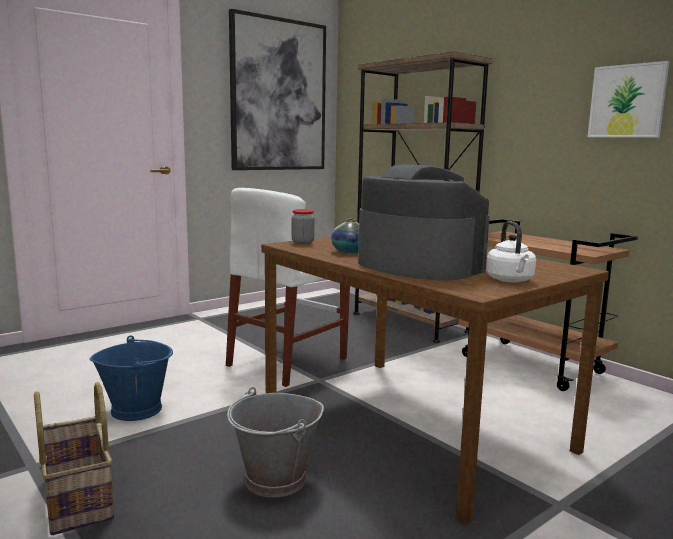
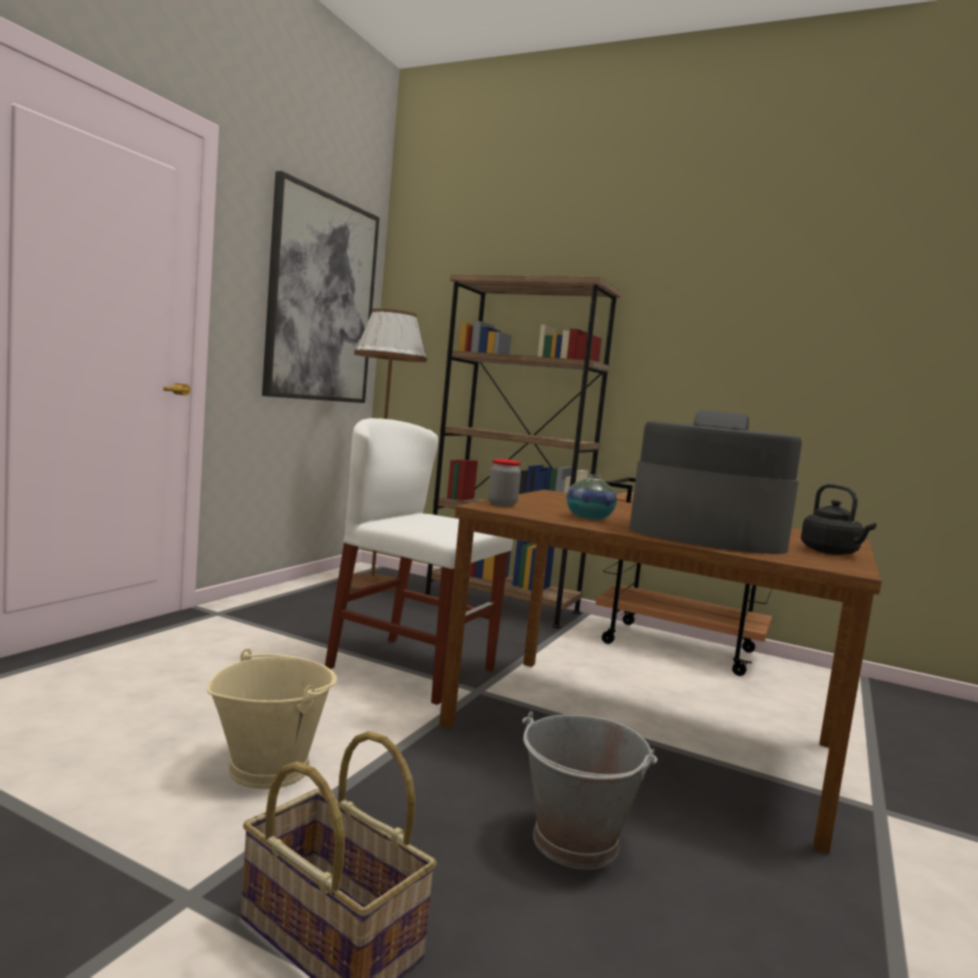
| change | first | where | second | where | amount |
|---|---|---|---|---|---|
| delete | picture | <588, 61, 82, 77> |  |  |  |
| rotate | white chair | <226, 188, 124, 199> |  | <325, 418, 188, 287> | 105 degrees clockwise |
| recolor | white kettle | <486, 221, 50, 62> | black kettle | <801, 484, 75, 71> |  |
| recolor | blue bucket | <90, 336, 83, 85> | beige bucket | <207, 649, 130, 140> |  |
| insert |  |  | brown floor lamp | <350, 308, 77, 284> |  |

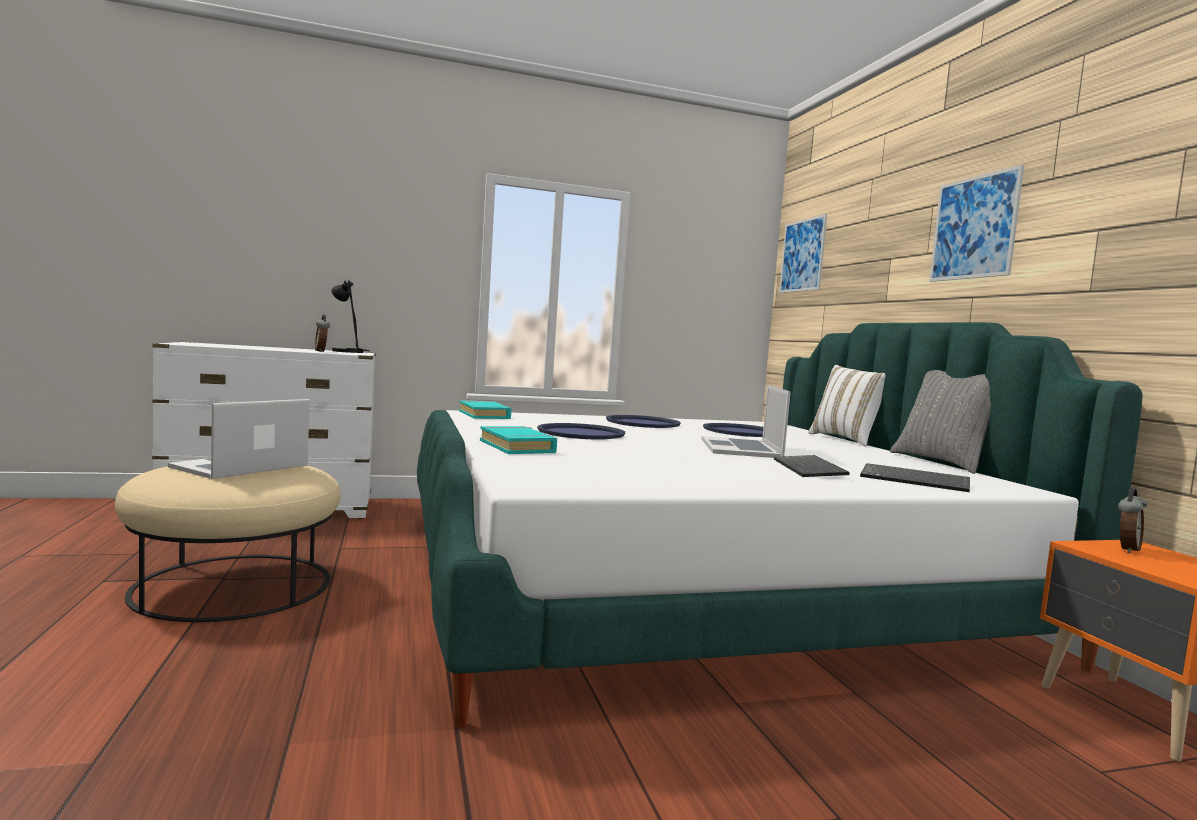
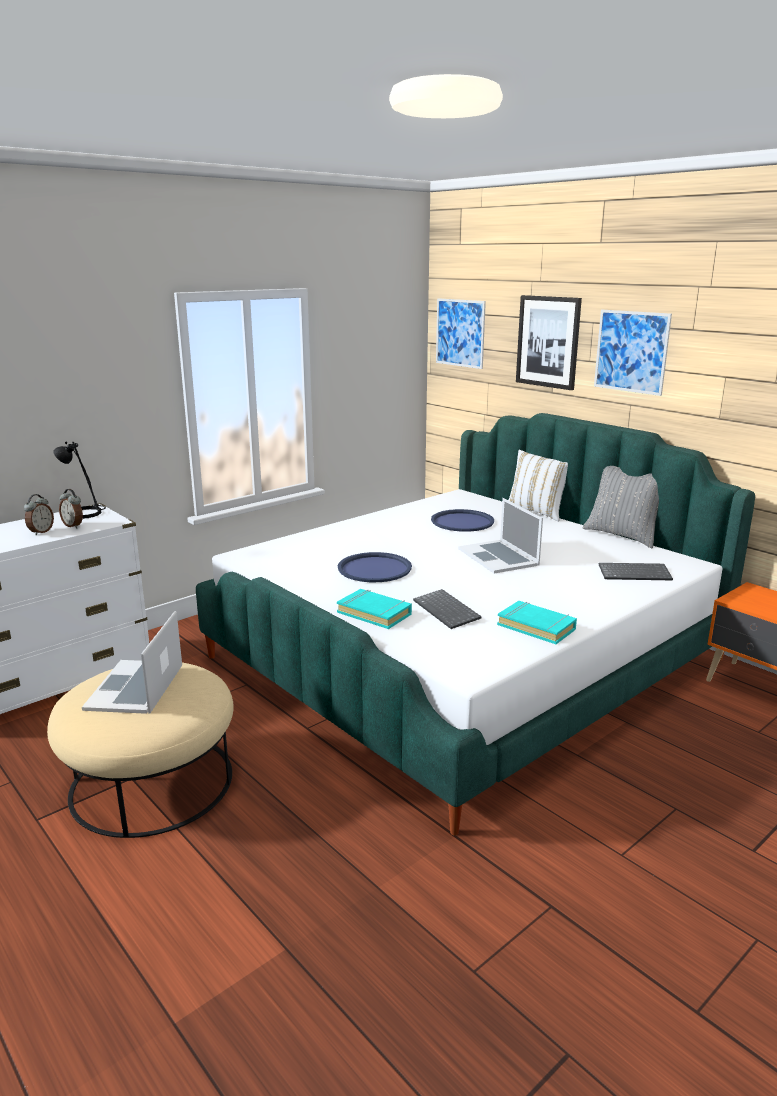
| change | first | where | second | where | amount |
|---|---|---|---|---|---|
| move | turquoise book | <459, 400, 52, 19> |  | <497, 601, 80, 43> |  |
| delete | blue tray | <606, 415, 75, 13> |  |  |  |
| move | keyboard | <774, 455, 76, 22> |  | <413, 589, 68, 40> |  |
| move | alarm clock | <1118, 488, 29, 65> |  | <24, 494, 30, 41> |  |
| insert |  |  | picture | <516, 295, 66, 95> |  |

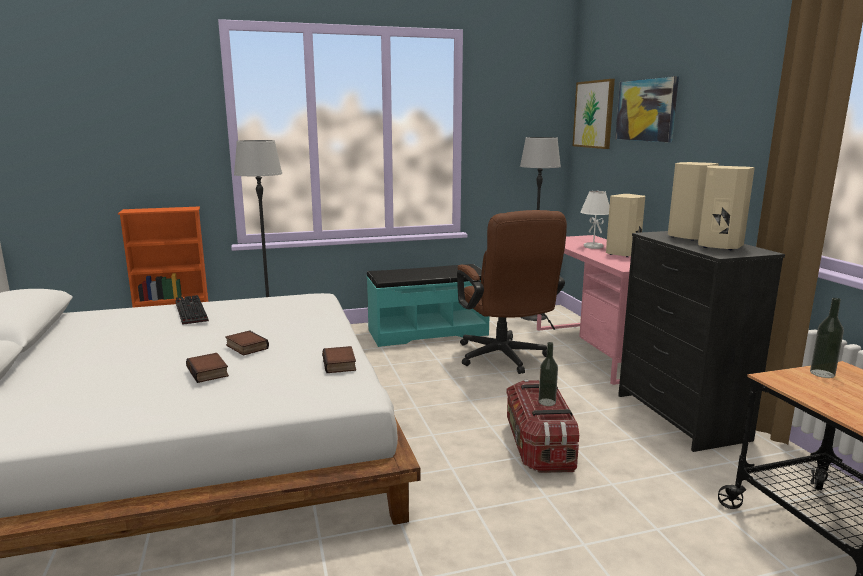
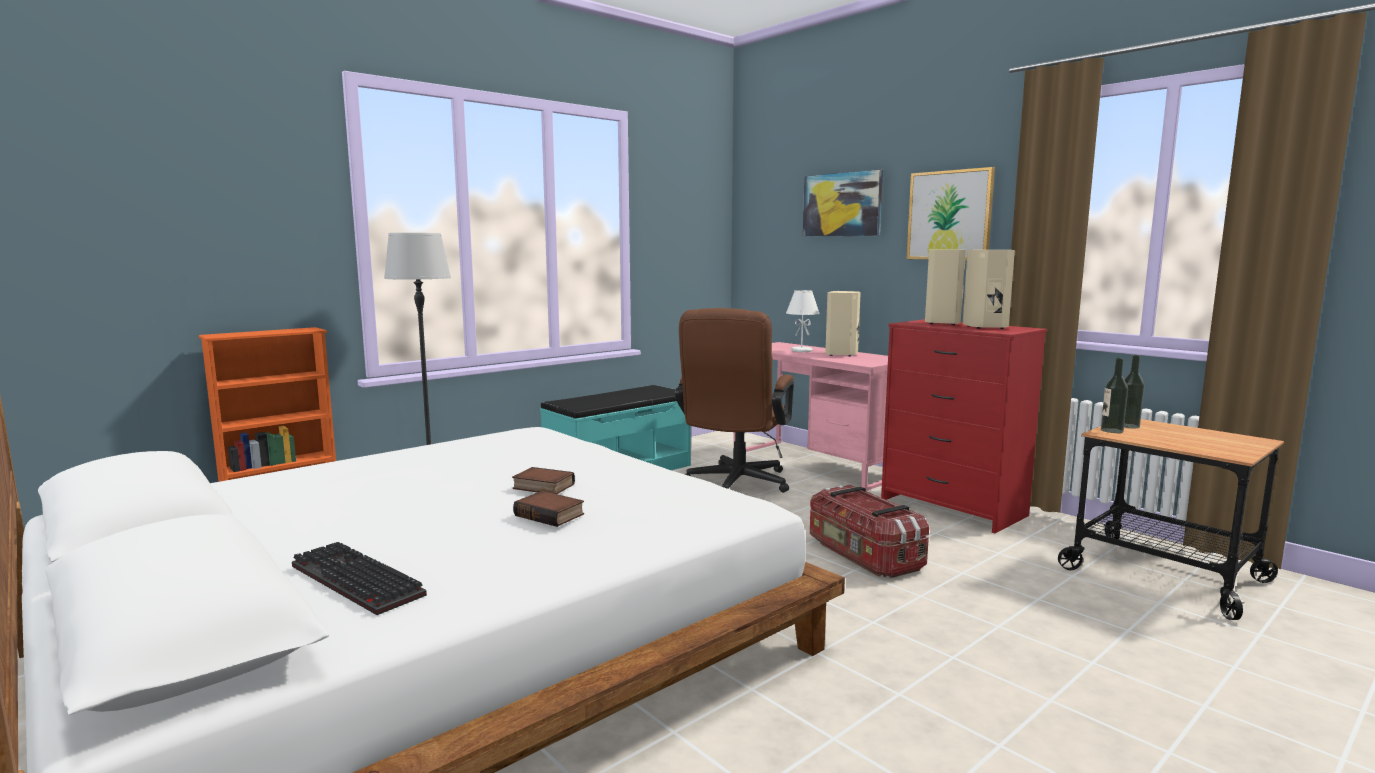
| change | first | where | second | where | amount |
|---|---|---|---|---|---|
| move | picture | <573, 79, 42, 70> |  | <906, 167, 89, 93> |  |
| delete | floor lamp | <520, 137, 41, 184> |  |  |  |
| rotate | brown office chair | <457, 210, 110, 164> |  | <675, 308, 119, 185> | 60 degrees clockwise |
| recolor | black dresser | <618, 231, 167, 221> | red dresser | <881, 319, 166, 214> |  |
| move | keyboard | <176, 295, 33, 30> |  | <292, 542, 135, 73> |  |
| move | bottle | <538, 342, 20, 64> |  | <1101, 358, 27, 75> |  |
| delete | book | <322, 346, 34, 27> |  |  |  |

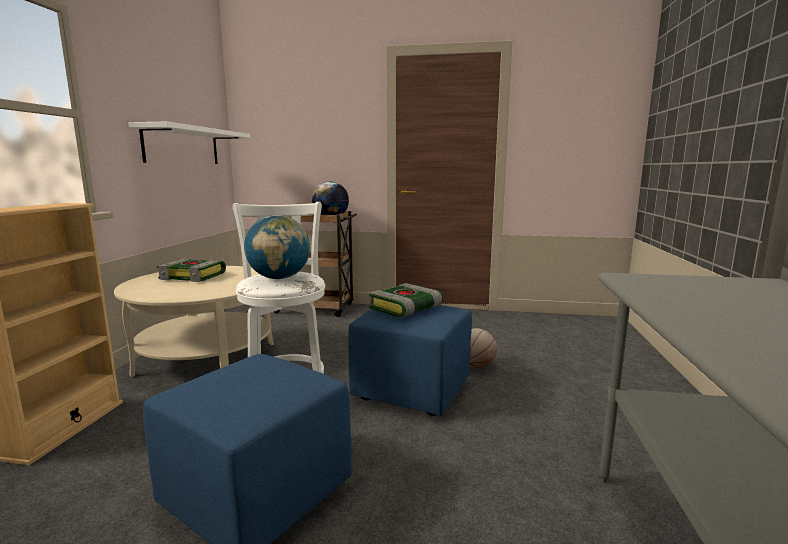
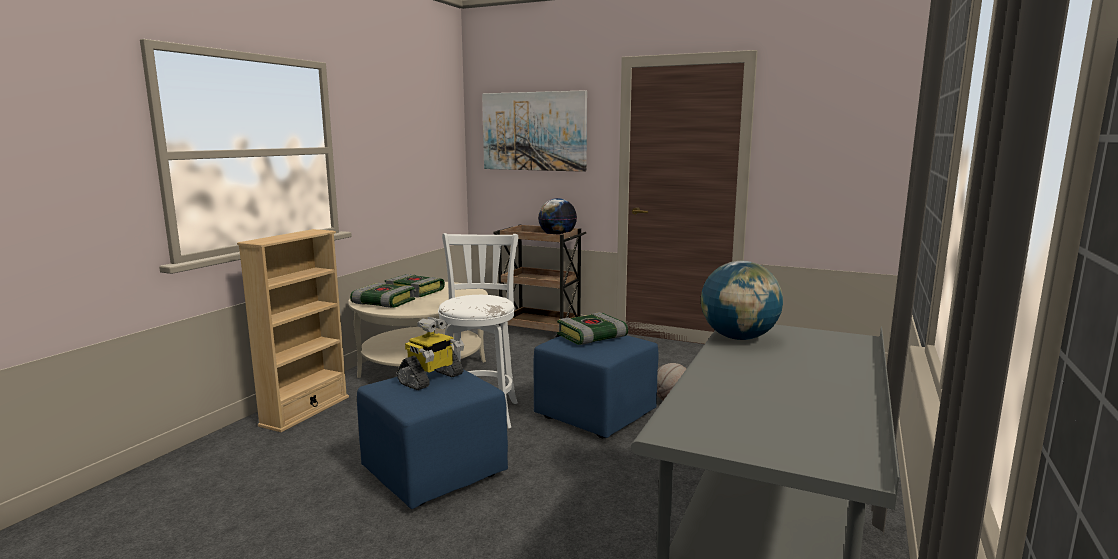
| change | first | where | second | where | amount |
|---|---|---|---|---|---|
| delete | white shelf | <128, 122, 122, 42> |  |  |  |
| move | globe | <244, 215, 66, 64> |  | <701, 261, 82, 79> |  |
| insert |  |  | picture | <482, 90, 105, 82> |  |
| insert |  |  | book | <350, 283, 65, 25> |  |
| insert |  |  | toy robot | <397, 317, 67, 73> |  |

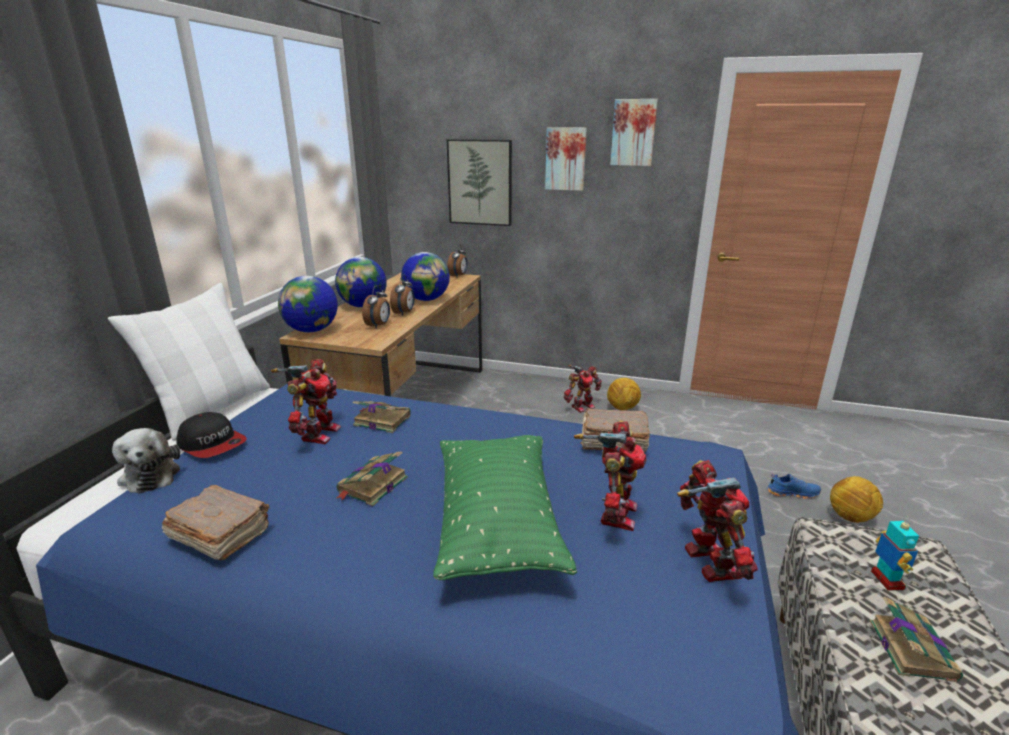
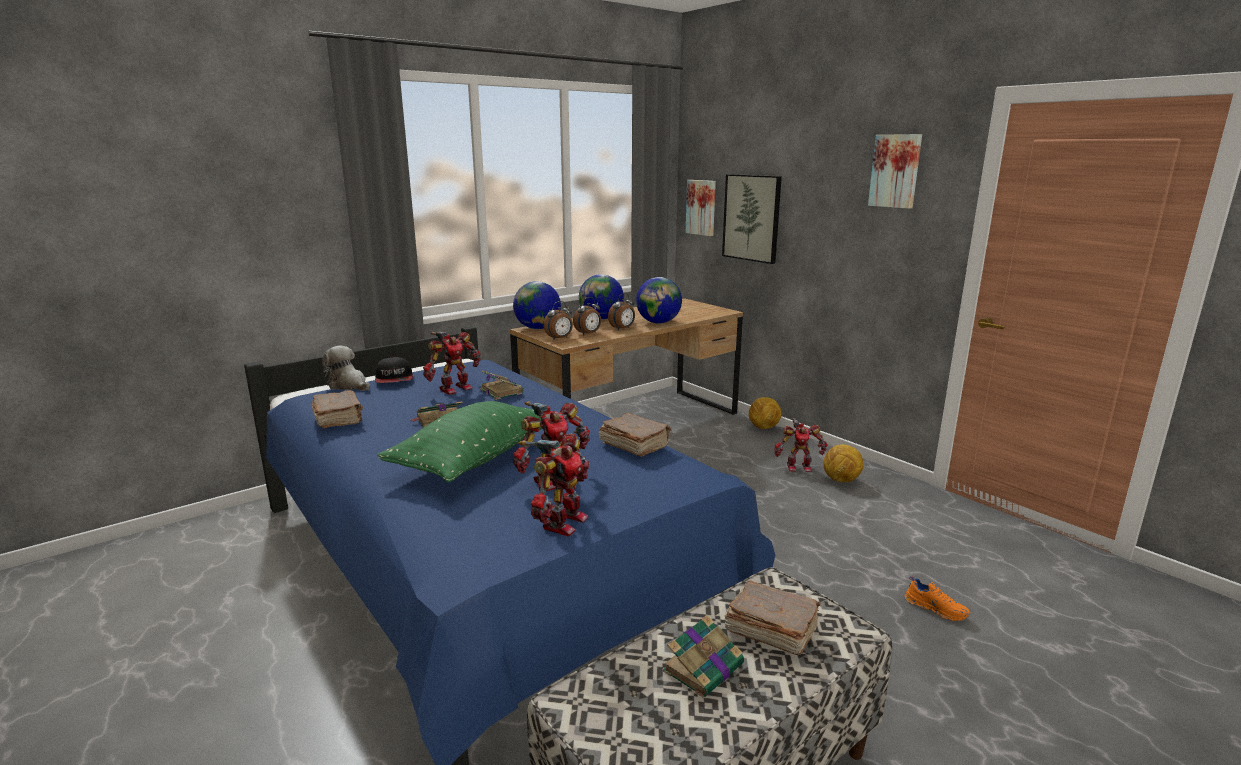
| change | first | where | second | where | amount |
|---|---|---|---|---|---|
| move | picture | <545, 127, 42, 64> |  | <686, 180, 30, 56> |  |
| move | alarm clock | <448, 244, 20, 33> |  | <543, 301, 30, 39> |  |
| delete | white pillow | <108, 283, 162, 157> |  |  |  |
| rotate | plush toy | <112, 428, 68, 66> |  | <322, 345, 48, 46> | 120 degrees clockwise |
| recolor | blue shoe | <767, 474, 54, 25> | orange shoe | <905, 576, 65, 45> |  |
| move | football | <830, 476, 53, 47> |  | <749, 397, 33, 32> |  |
| replace | toy robot | <871, 516, 48, 75> | brown book | <725, 580, 96, 75> |  |

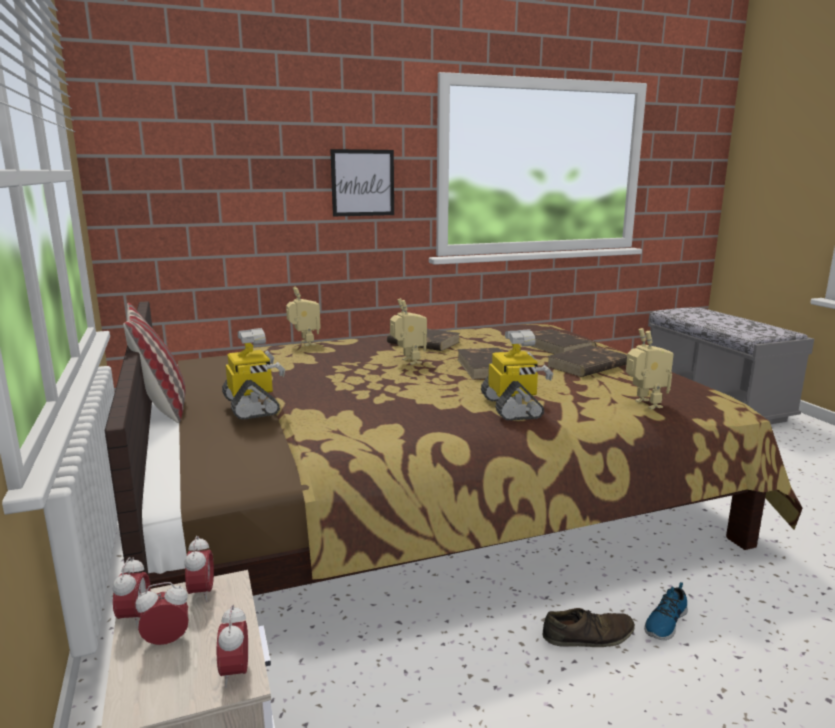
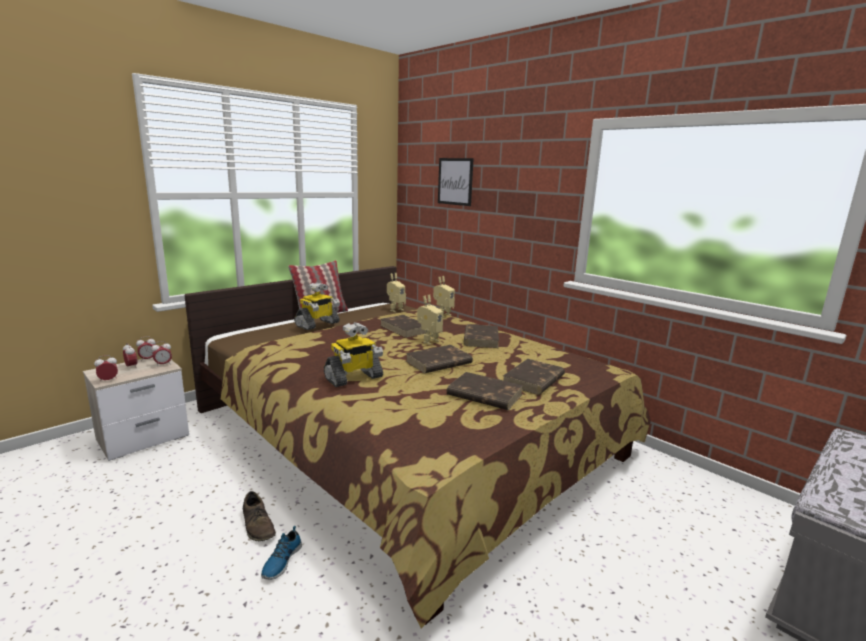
| change | first | where | second | where | amount |
|---|---|---|---|---|---|
| move | picture | <330, 149, 64, 67> |  | <438, 158, 36, 48> |  |
| move | toy robot | <626, 328, 48, 81> |  | <387, 273, 19, 39> |  |
| rotate | shoe | <644, 582, 44, 58> |  | <261, 526, 41, 54> | 90 degrees counterclockwise |
| insert |  |  | brown book | <380, 315, 45, 23> |  |

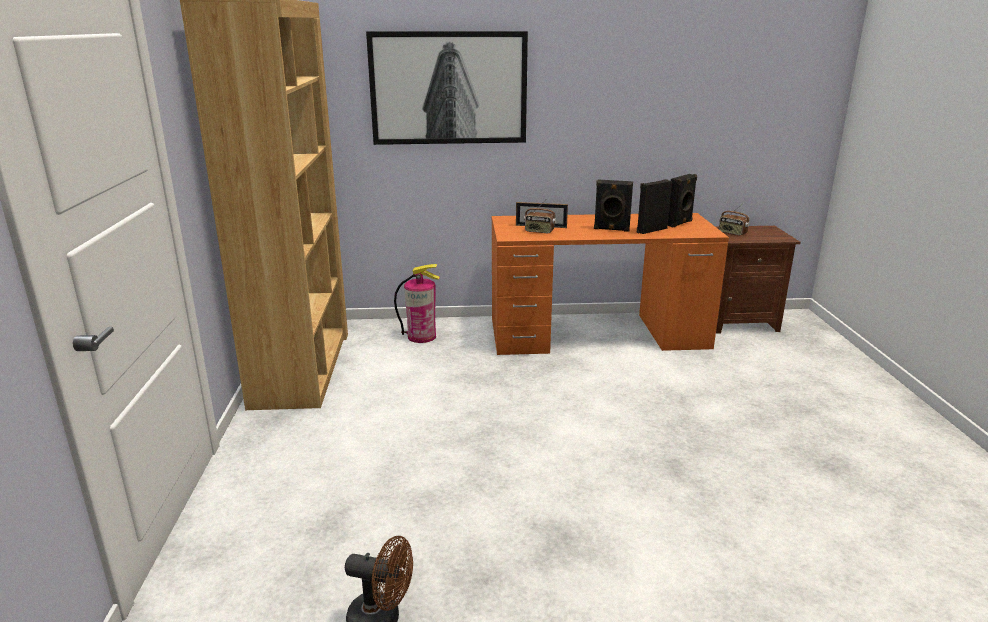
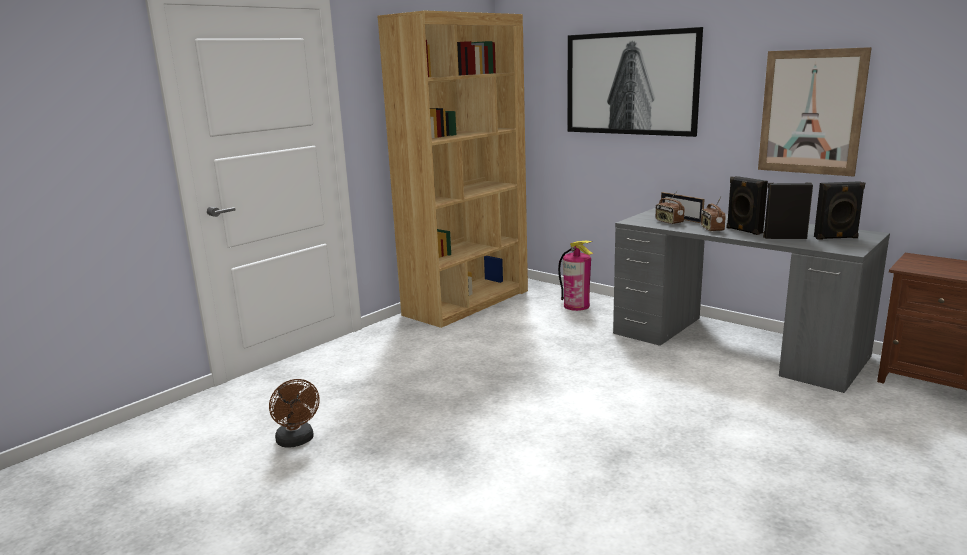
| change | first | where | second | where | amount |
|---|---|---|---|---|---|
| move | radio | <719, 205, 31, 31> |  | <701, 197, 25, 35> |  |
| recolor | orange desk | <492, 213, 237, 142> | grey desk | <613, 208, 277, 185> |  |
| insert |  |  | picture | <758, 47, 114, 129> |  |

